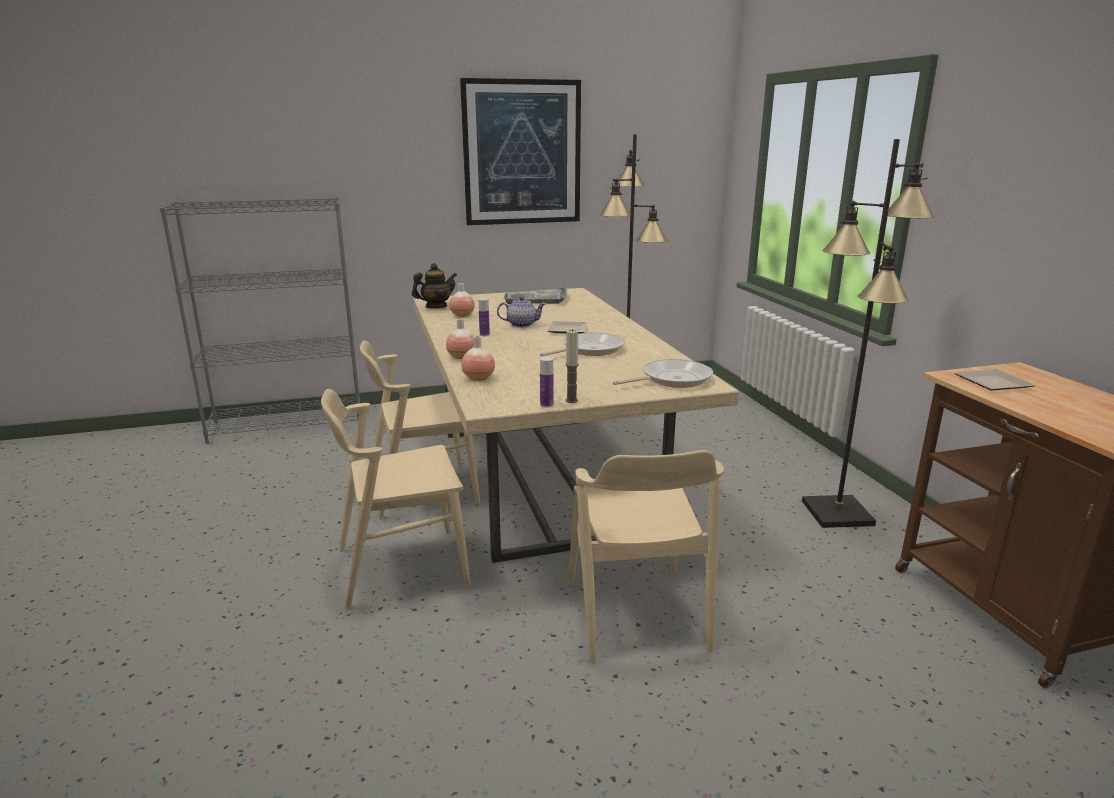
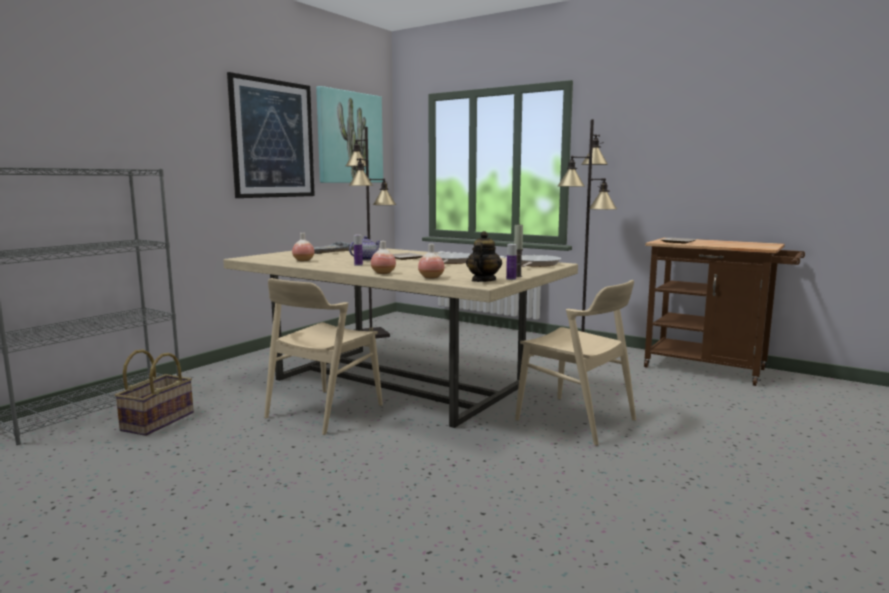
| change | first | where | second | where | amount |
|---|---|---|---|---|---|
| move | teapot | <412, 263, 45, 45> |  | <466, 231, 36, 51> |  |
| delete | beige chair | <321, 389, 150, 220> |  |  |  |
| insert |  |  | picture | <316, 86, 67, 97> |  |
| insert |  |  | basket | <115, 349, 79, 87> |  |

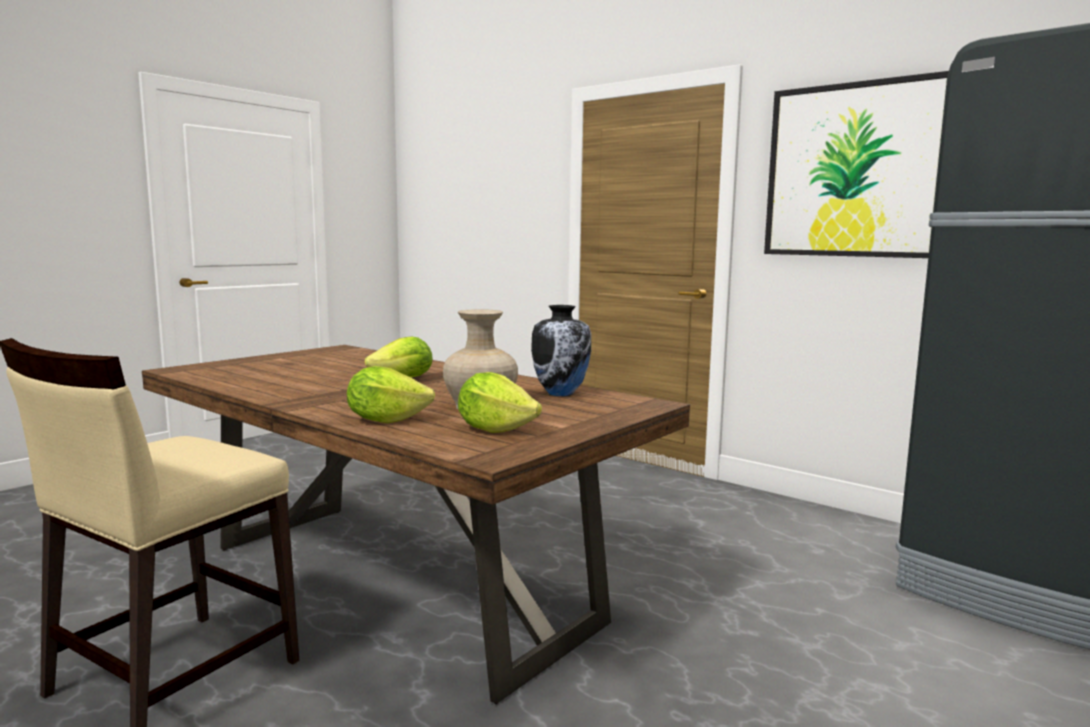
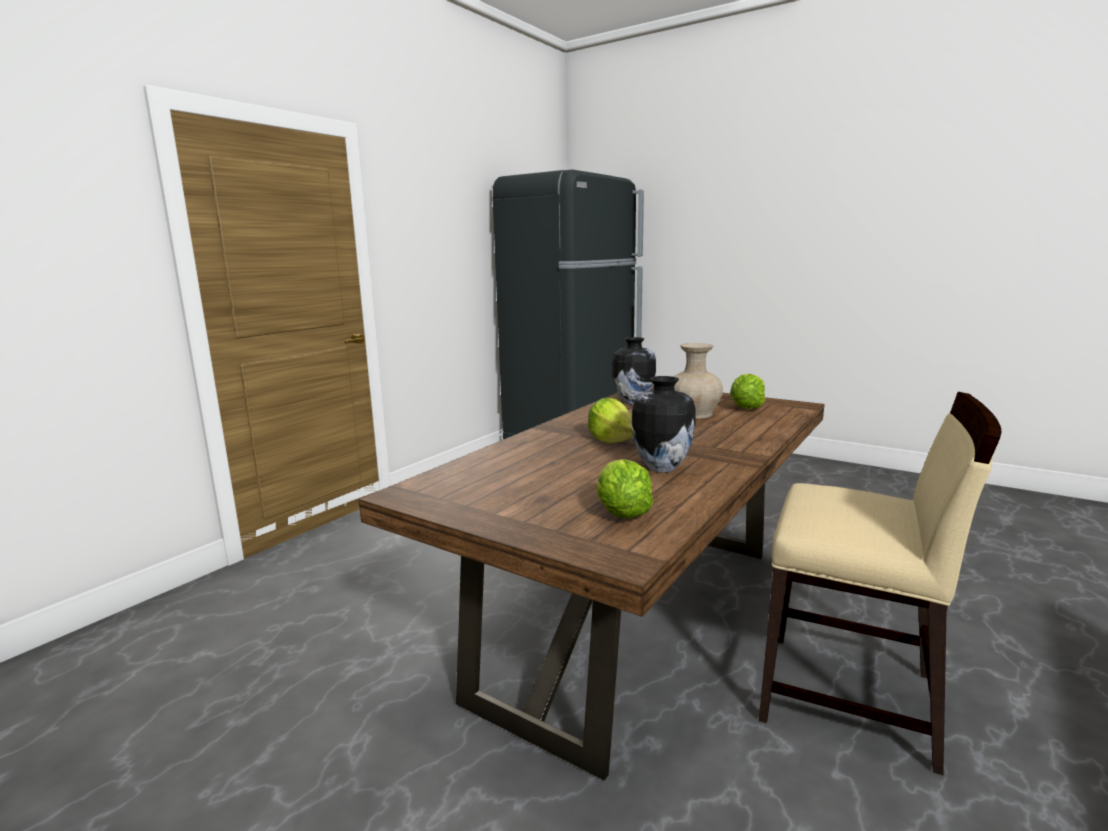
| change | first | where | second | where | amount |
|---|---|---|---|---|---|
| delete | picture | <764, 71, 185, 187> |  |  |  |
| move | lettuce | <347, 366, 88, 57> |  | <596, 459, 57, 59> |  |
| insert |  |  | vase | <632, 376, 64, 97> |  |

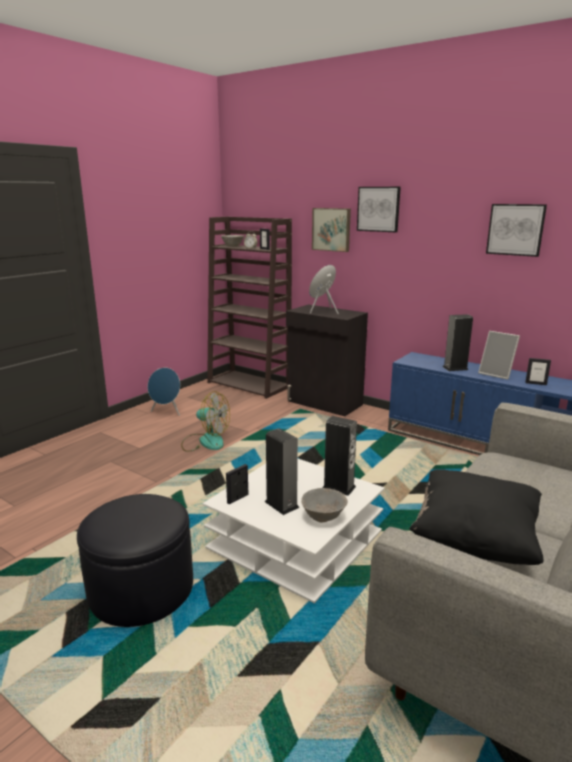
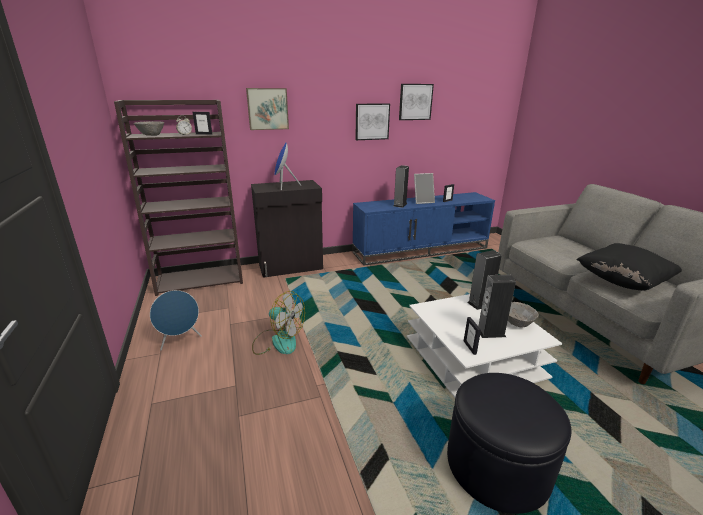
| change | first | where | second | where | amount |
|---|---|---|---|---|---|
| move | picture | <357, 187, 44, 45> |  | <355, 103, 35, 37> |  |
| rotate | fan | <181, 391, 49, 61> |  | <252, 291, 53, 64> | 60 degrees clockwise |

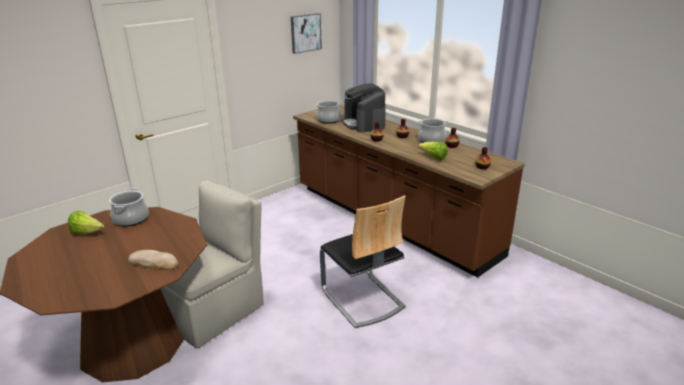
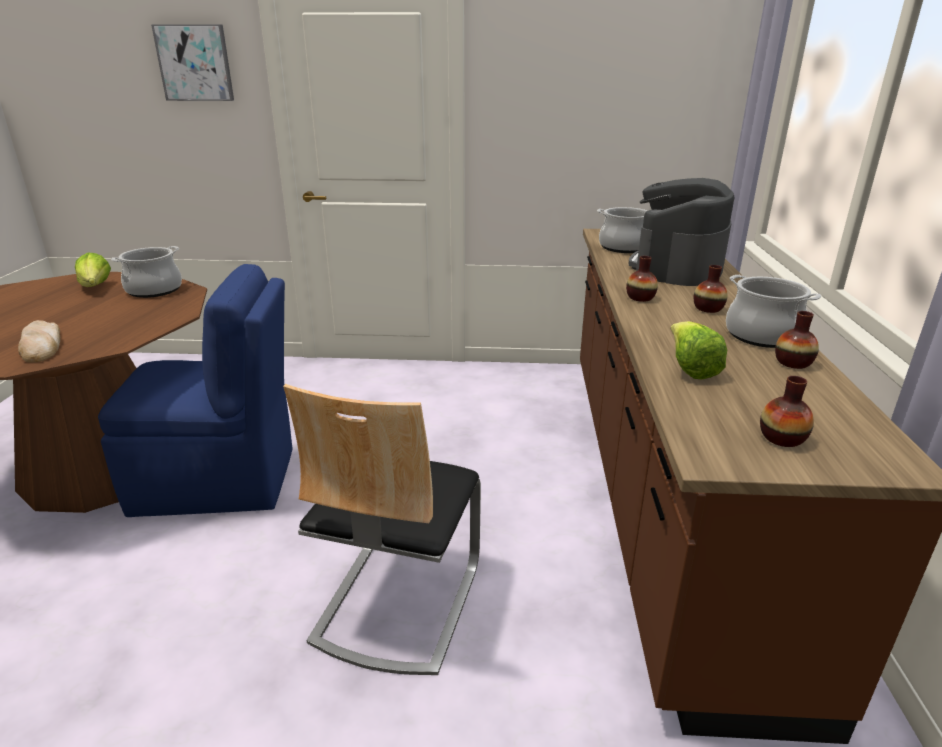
| change | first | where | second | where | amount |
|---|---|---|---|---|---|
| move | picture | <291, 13, 31, 41> |  | <151, 24, 83, 77> |  |
| recolor | beige chair | <161, 180, 103, 168> | blue chair | <98, 264, 195, 253> |  |

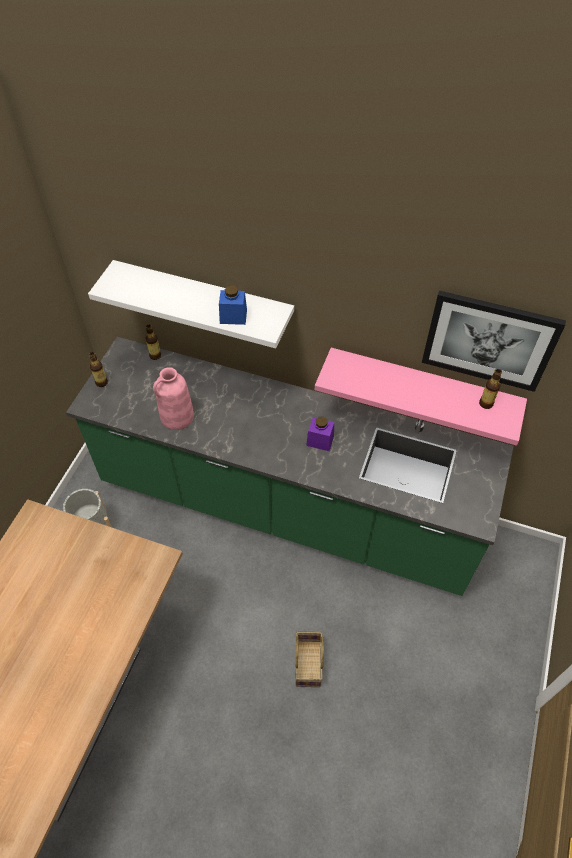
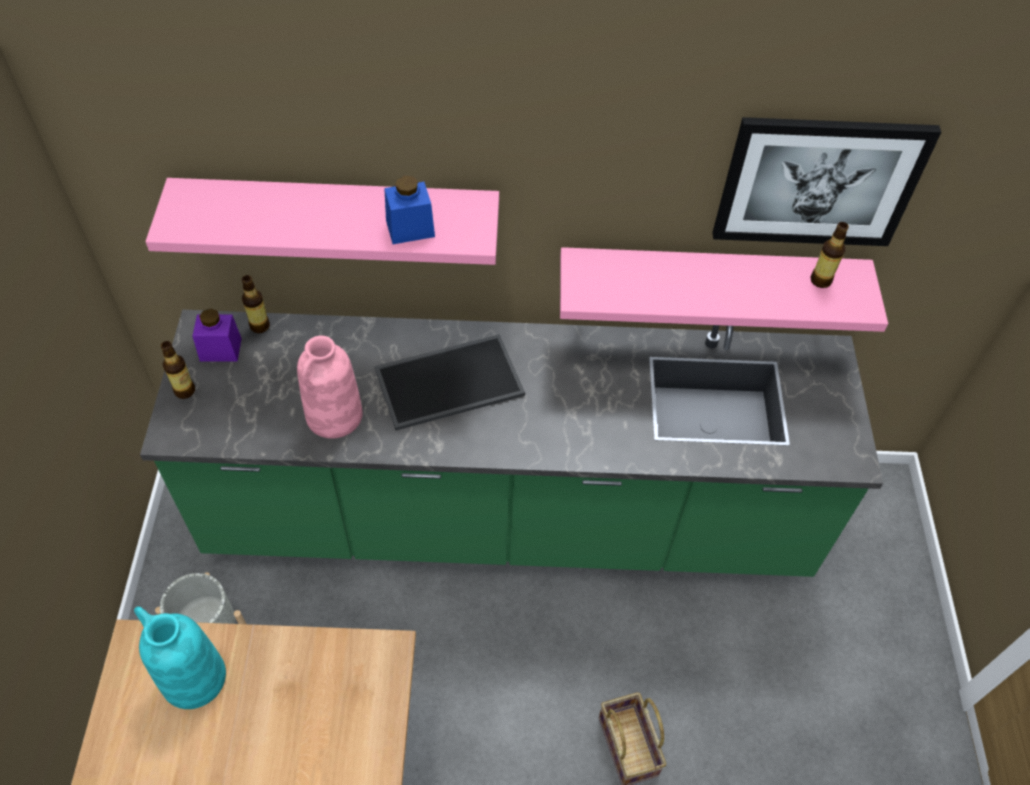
| change | first | where | second | where | amount |
|---|---|---|---|---|---|
| recolor | white shelf | <88, 260, 206, 88> | pink shelf | <146, 178, 353, 87> |  |
| move | purple jar | <306, 416, 28, 35> |  | <192, 309, 50, 53> |  |
| insert |  |  | tray | <374, 334, 151, 96> |  |
| insert |  |  | turquoise vase | <134, 606, 92, 103> |  |

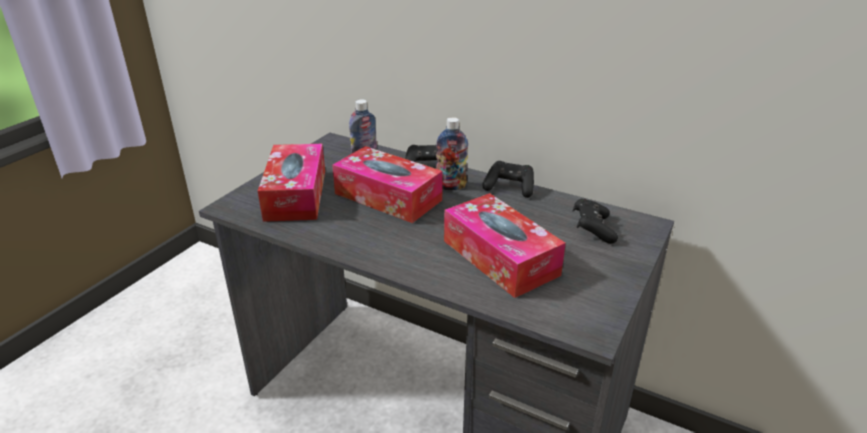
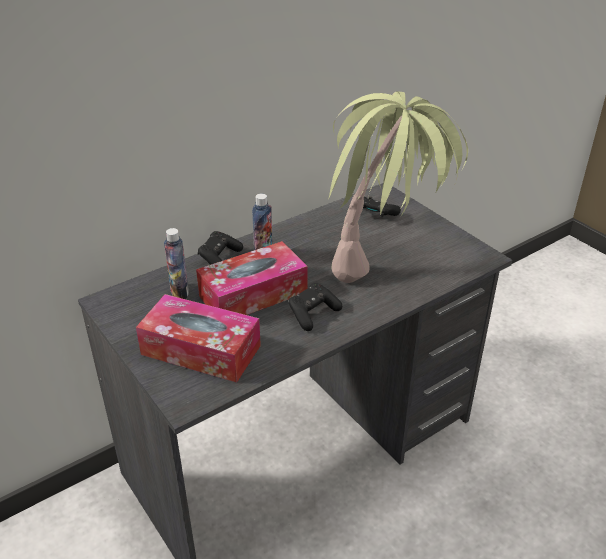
| change | first | where | second | where | amount |
|---|---|---|---|---|---|
| move | black game controller | <482, 161, 52, 37> |  | <289, 283, 53, 48> |  |
| replace | tissue box | <444, 193, 122, 105> | potted plant | <329, 91, 139, 192> |  |

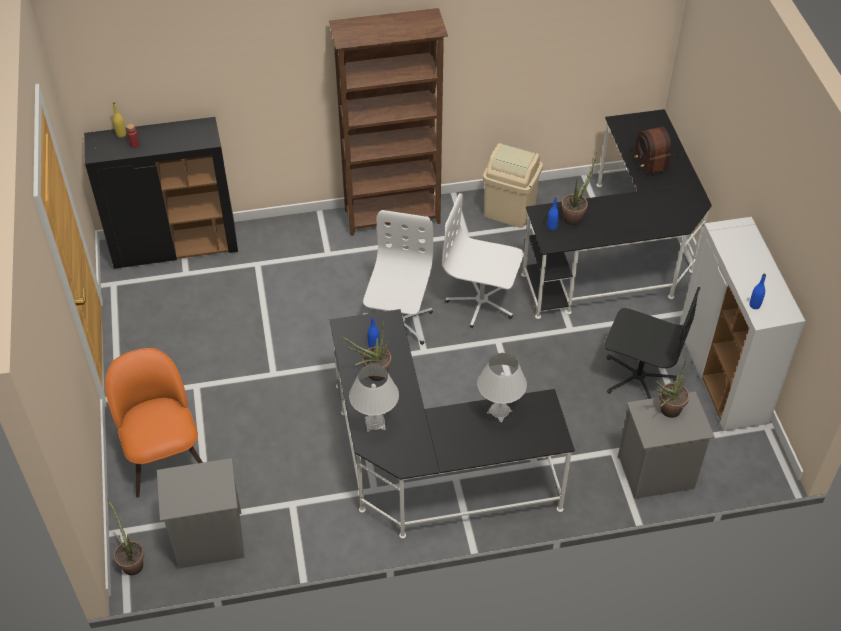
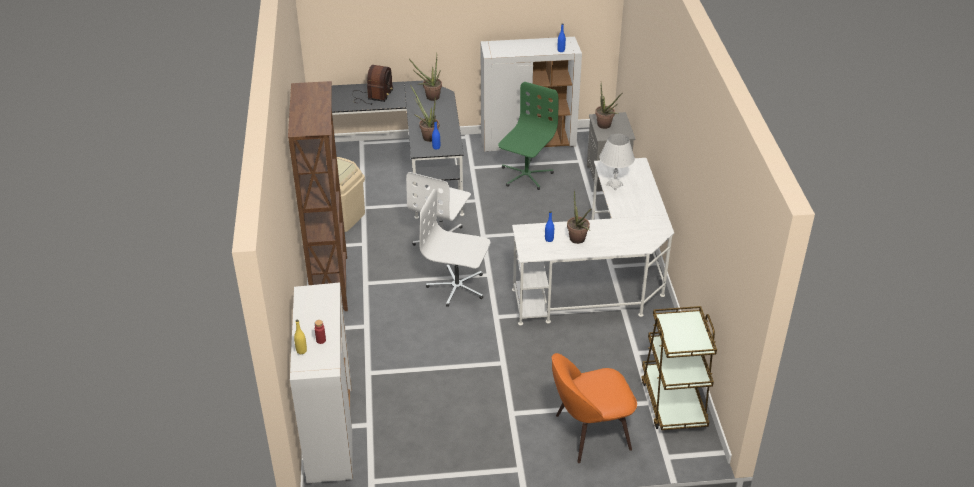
| change | first | where | second | where | amount |
|---|---|---|---|---|---|
| recolor | black cabinet | <84, 117, 154, 152> | white cabinet | <290, 282, 63, 201> |  |
| rotate | radio | <632, 127, 49, 49> |  | <352, 65, 41, 40> | 60 degrees counterclockwise |
| recolor | black office chair | <604, 287, 96, 112> | green office chair | <498, 82, 61, 108> |  |
| recolor | black desk | <330, 309, 245, 230> | white desk | <512, 158, 162, 167> |  |
| delete | white table lamp | <349, 364, 50, 68> |  |  |  |
| replace | grey nightstand | <157, 458, 88, 111> | brown cart | <641, 306, 76, 124> |  |
| move | potted plant | <108, 499, 36, 76> |  | <409, 54, 33, 47> |  |

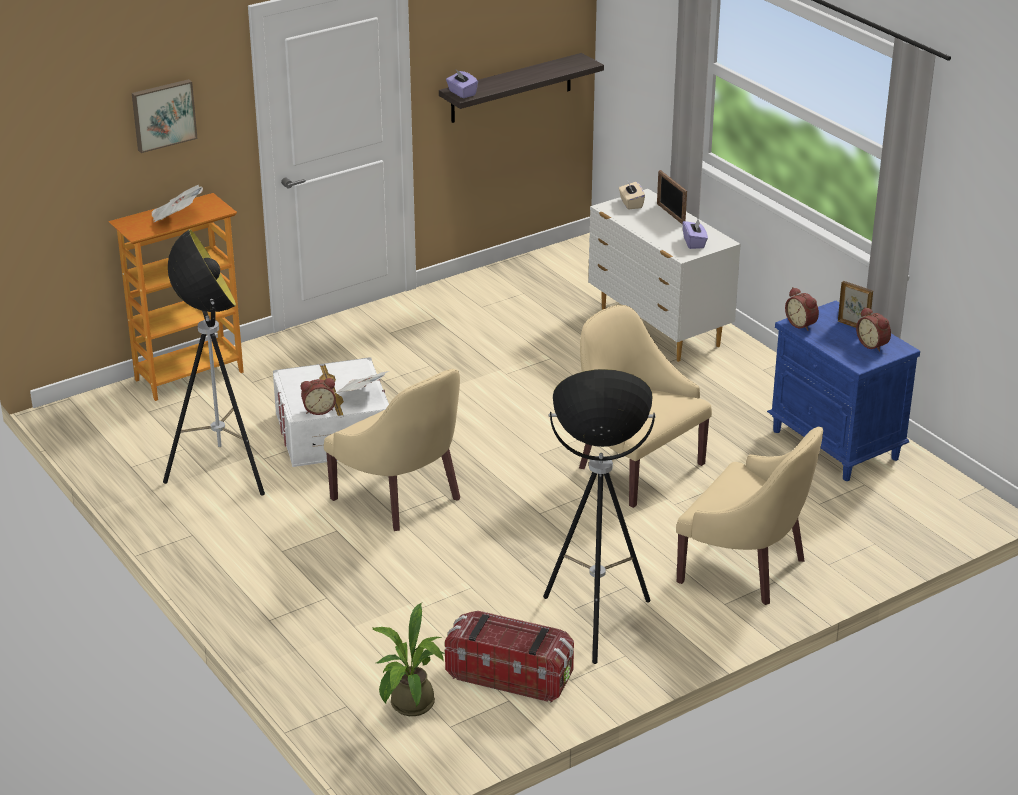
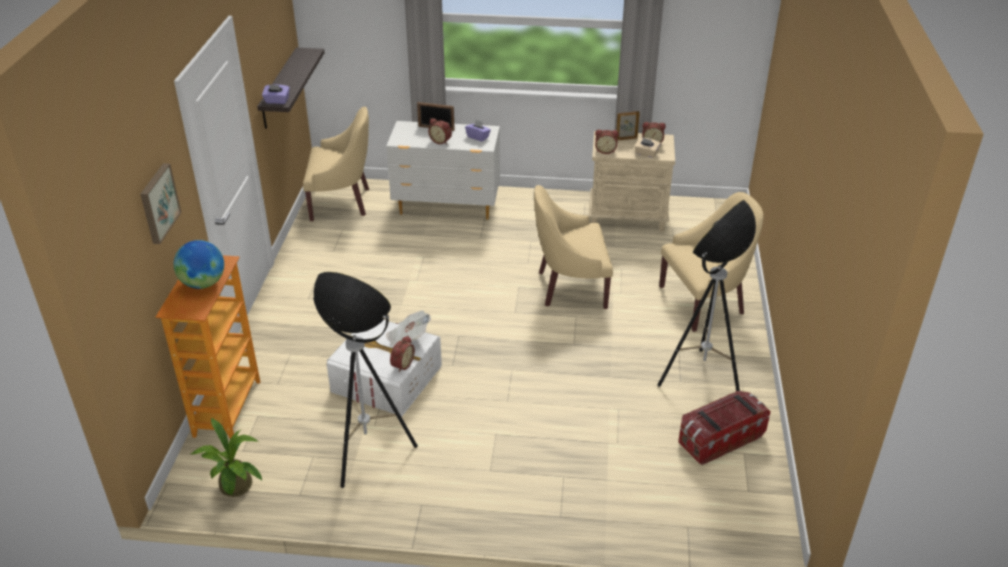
| change | first | where | second | where | amount |
|---|---|---|---|---|---|
| move | beige tissue box | <619, 179, 26, 31> |  | <634, 138, 27, 20> |  |
| replace | newspaper | <151, 185, 52, 38> | globe | <173, 240, 51, 49> |  |
| recolor | blue nightstand | <767, 301, 153, 180> | beige nightstand | <589, 131, 86, 101> |  |
| move | beige armchair | <324, 369, 136, 162> |  | <303, 107, 66, 114> |  |
| move | potted plant | <372, 603, 73, 113> |  | <190, 418, 72, 79> |  |
| insert |  |  | alarm clock | <428, 118, 24, 27> |  |

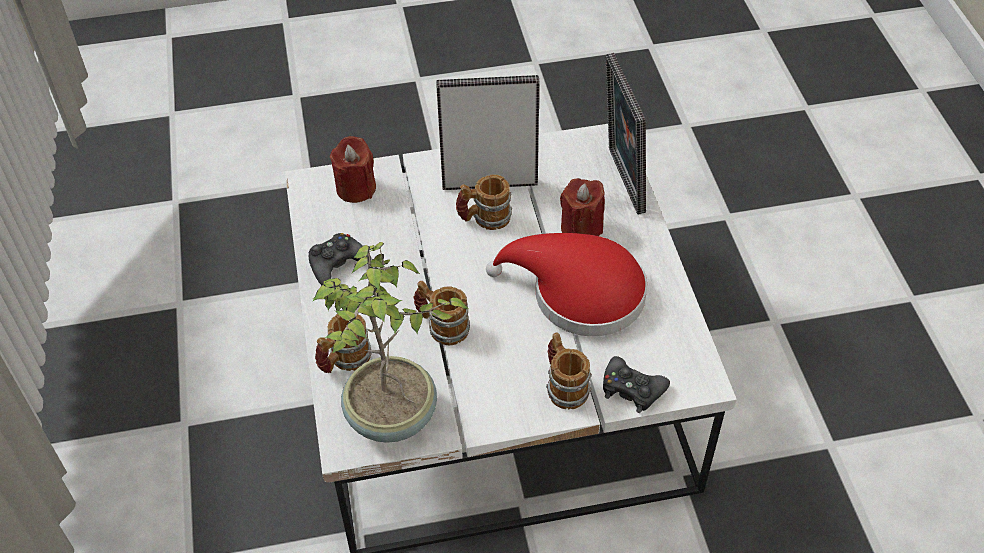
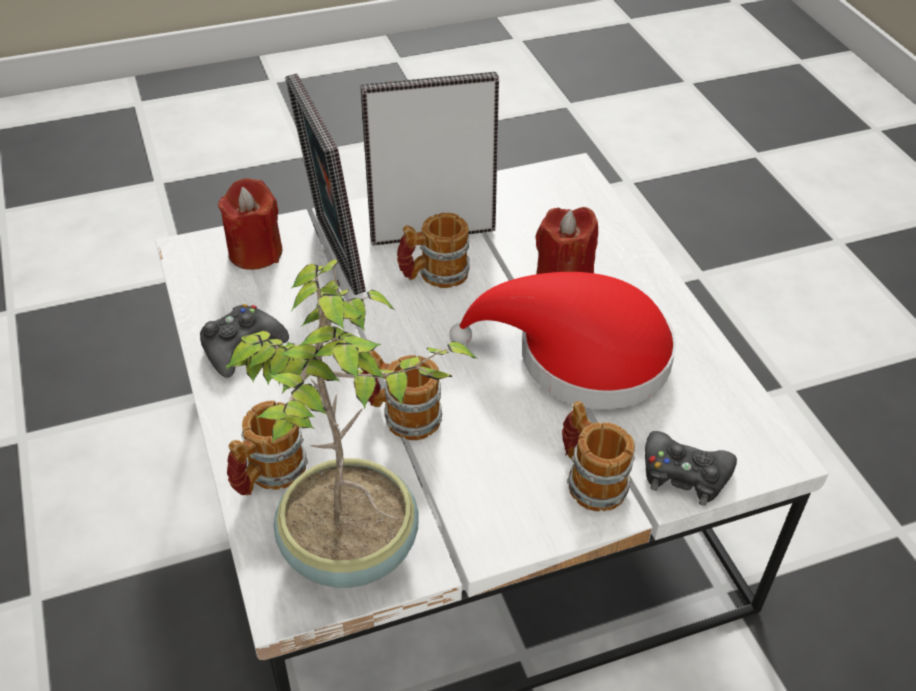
| change | first | where | second | where | amount |
|---|---|---|---|---|---|
| move | picture frame | <605, 53, 41, 161> |  | <285, 73, 81, 222> |  |

